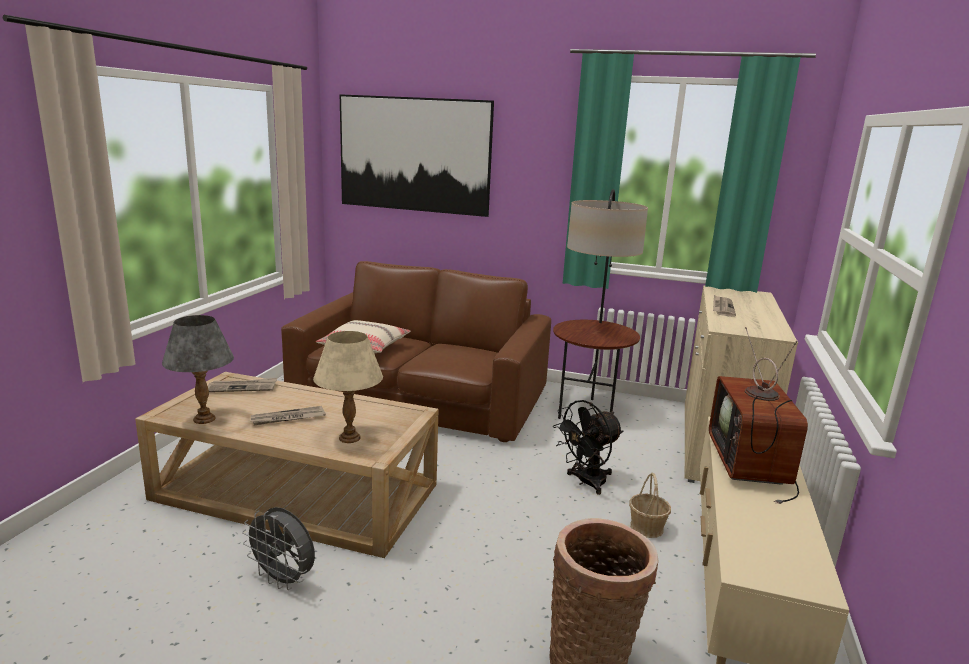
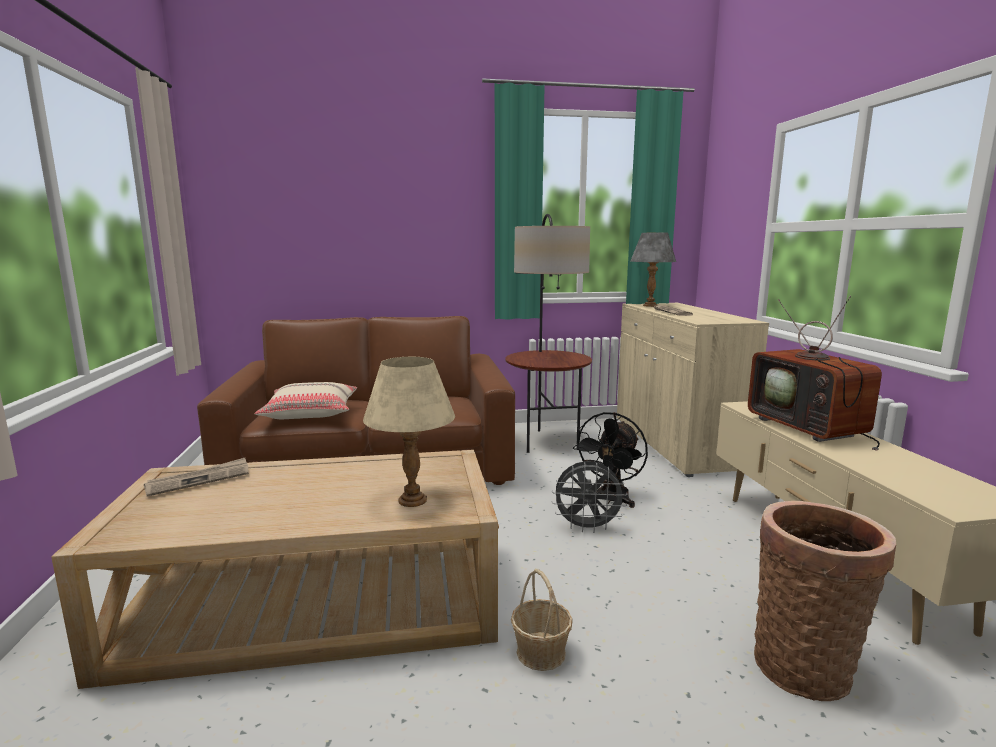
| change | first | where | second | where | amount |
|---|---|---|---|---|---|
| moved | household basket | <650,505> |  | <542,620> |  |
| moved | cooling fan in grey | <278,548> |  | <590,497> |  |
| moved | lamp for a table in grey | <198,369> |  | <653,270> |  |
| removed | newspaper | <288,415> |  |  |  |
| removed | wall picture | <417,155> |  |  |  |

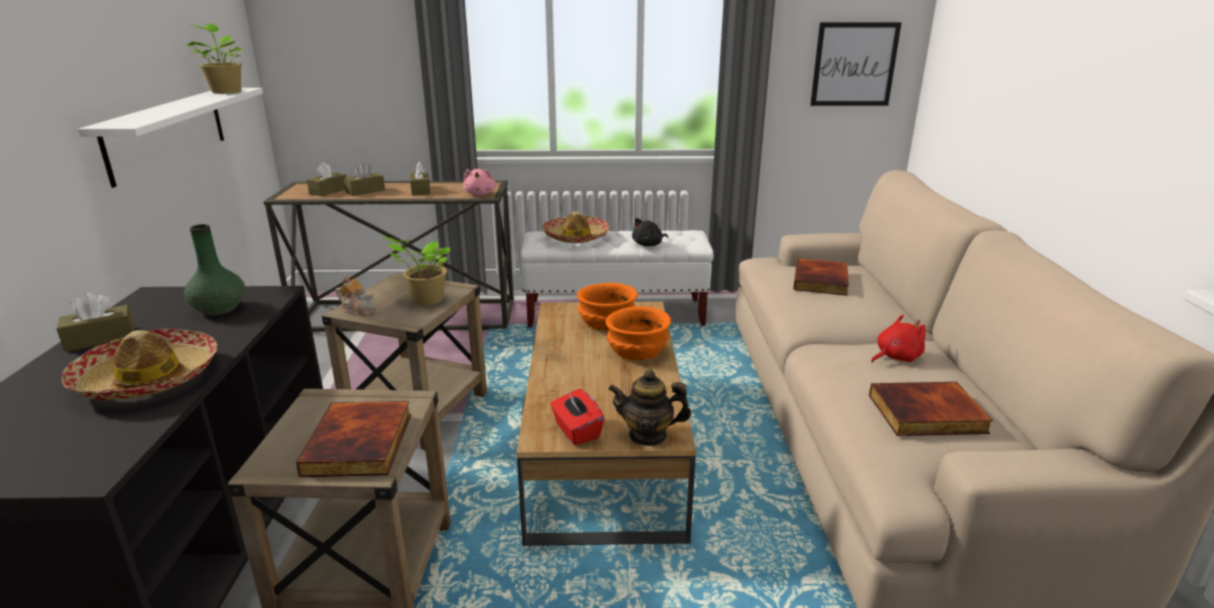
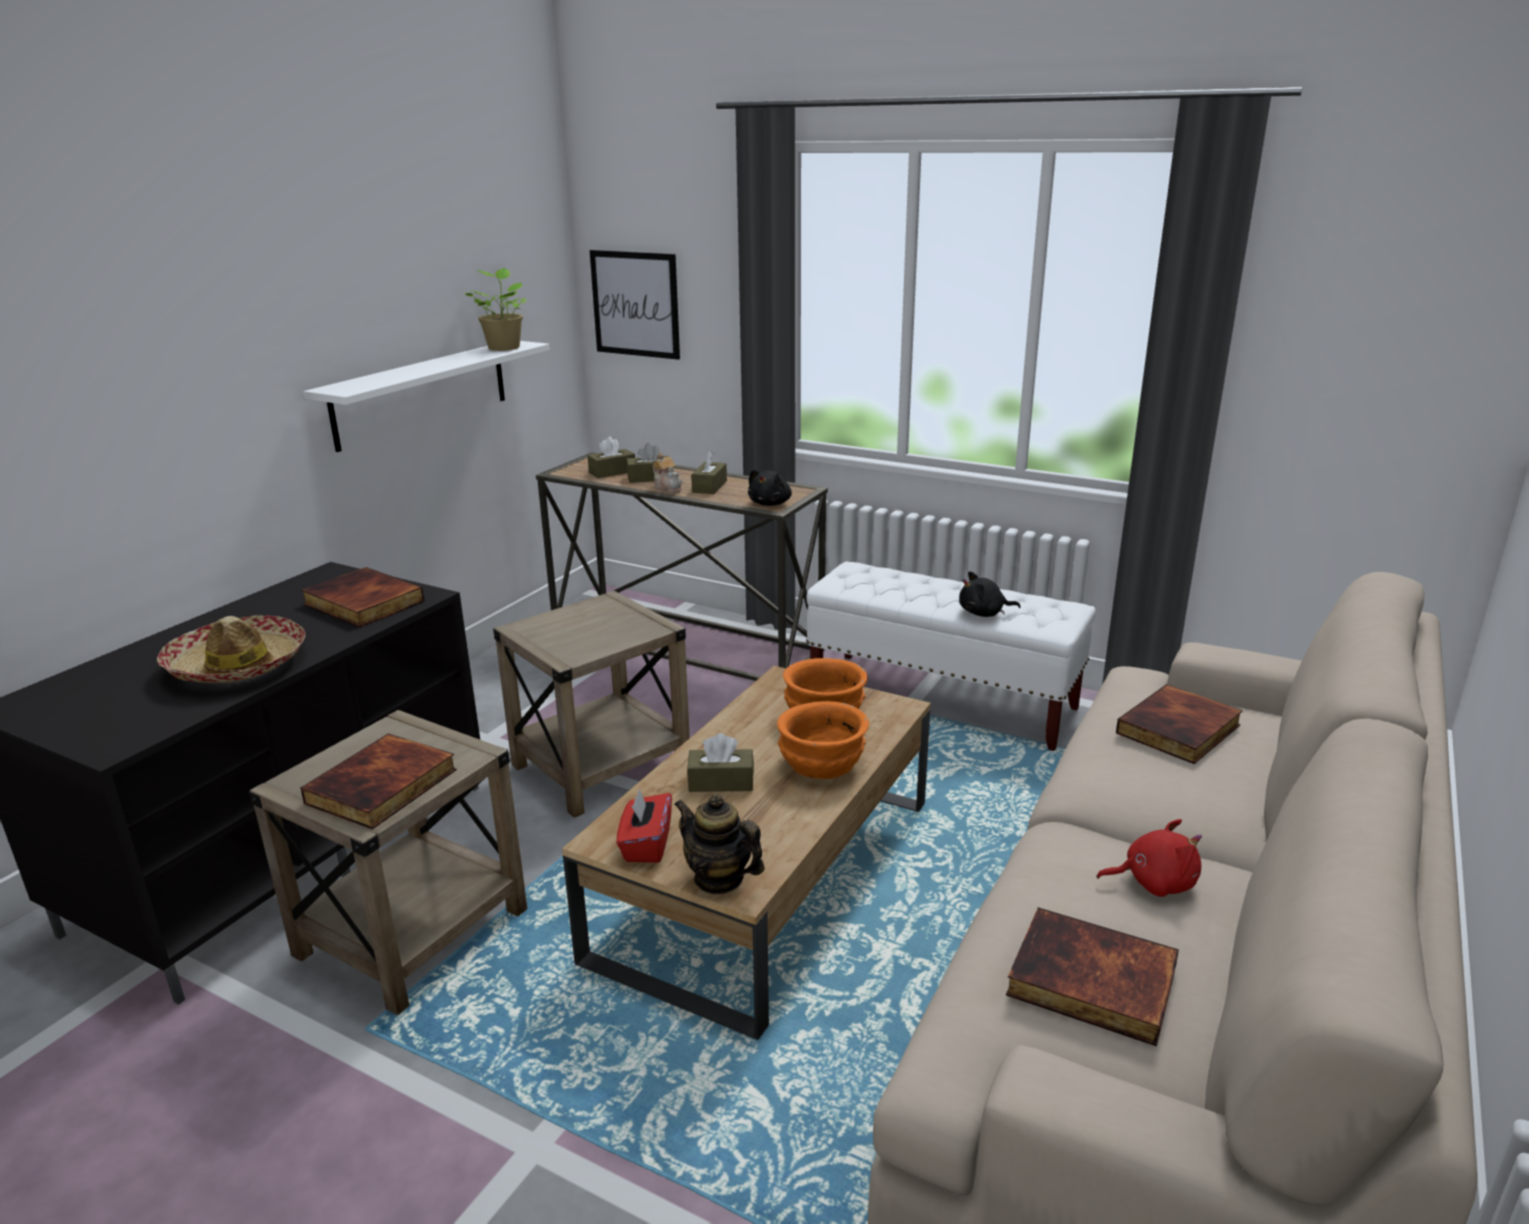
| change | first | where | second | where | amount |
|---|---|---|---|---|---|
| replaced | decorative vase in green | <214,269> | bound book | <363,597> |  |
| moved | wall picture | <856,64> |  | <635,305> |  |
| moved | tea pot | <355,296> |  | <667,473> |  |
| moved | tissue box in brown | <96,322> |  | <720,762> |  |
| recoloured | plush toy in pink | <479,182> | plush toy in black | <770,487> |  |
| removed | houseplant | <416,270> |  |  |  |
| removed | wearable hat | <575,227> |  |  |  |

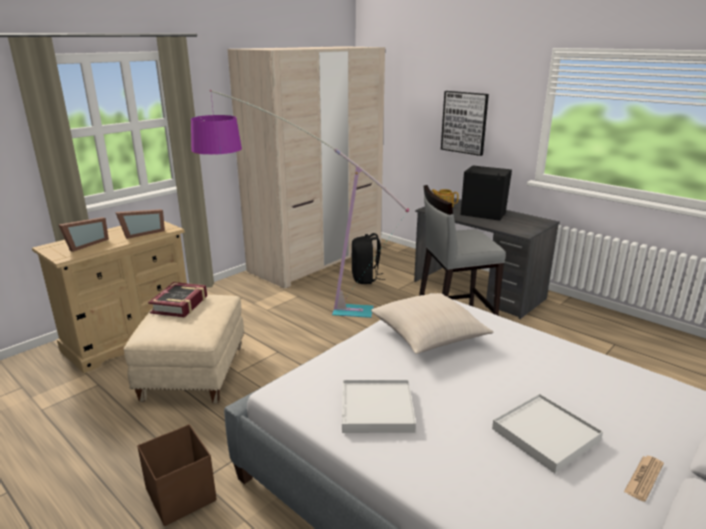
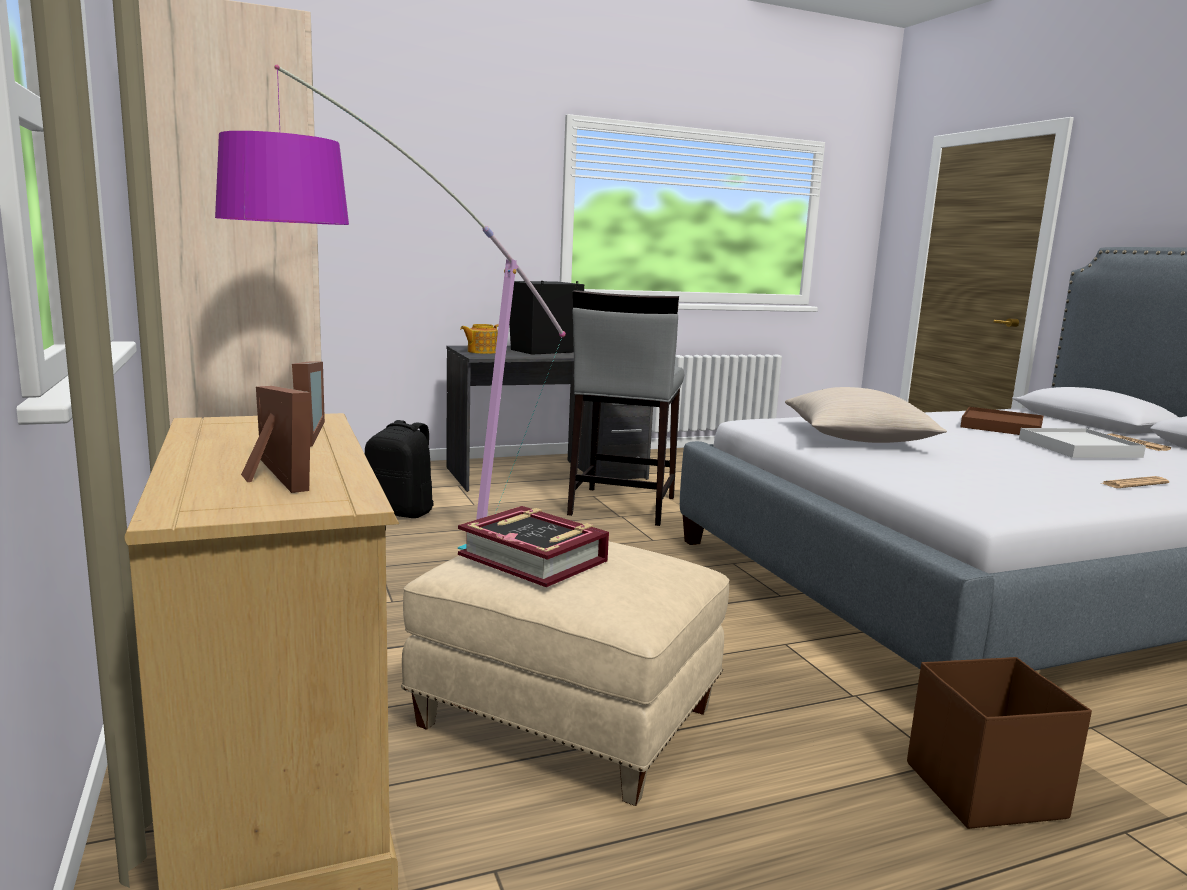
| change | first | where | second | where | amount |
|---|---|---|---|---|---|
| added |  |  | tray in brown | <1002,421> |  |
| added |  |  | newspaper | <1135,482> |  |
| removed | tray in whitish | <379,406> |  |  |  |
| removed | wall picture | <465,123> |  |  |  |

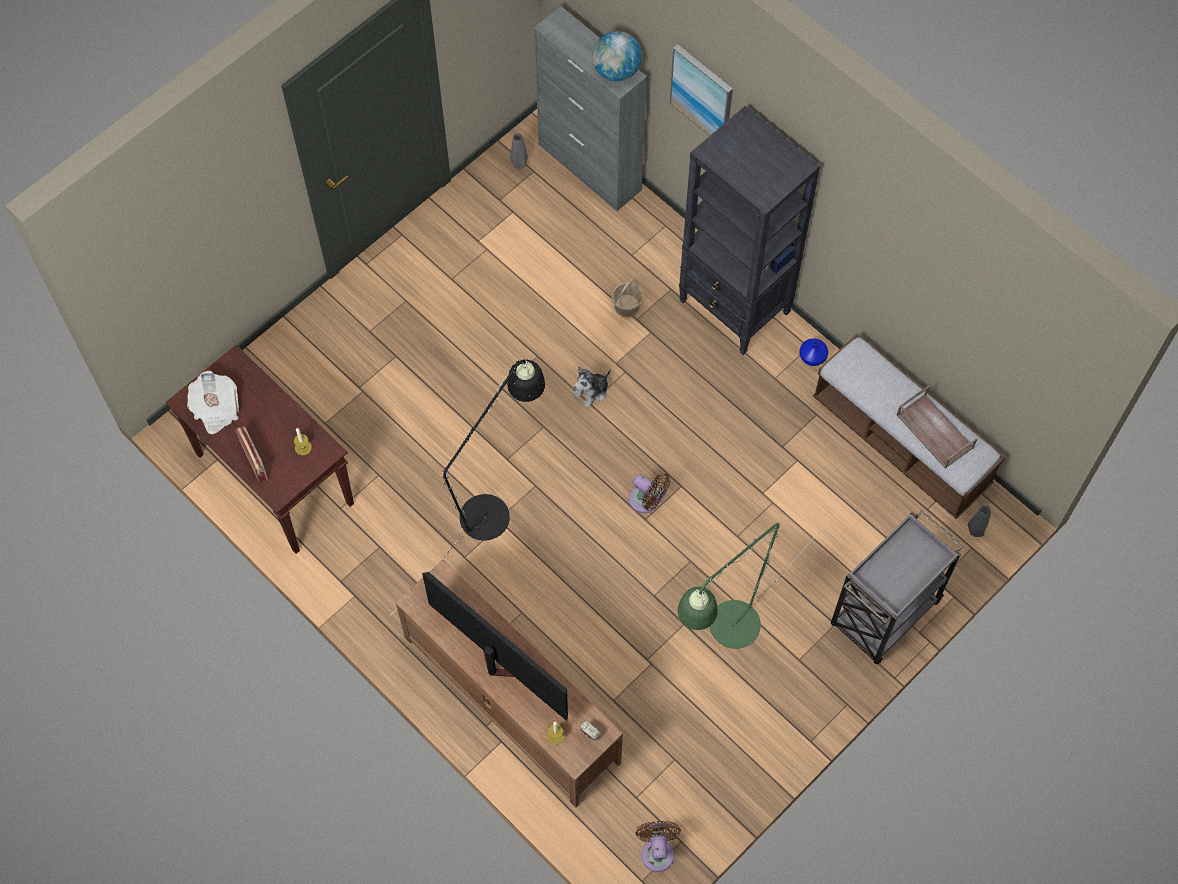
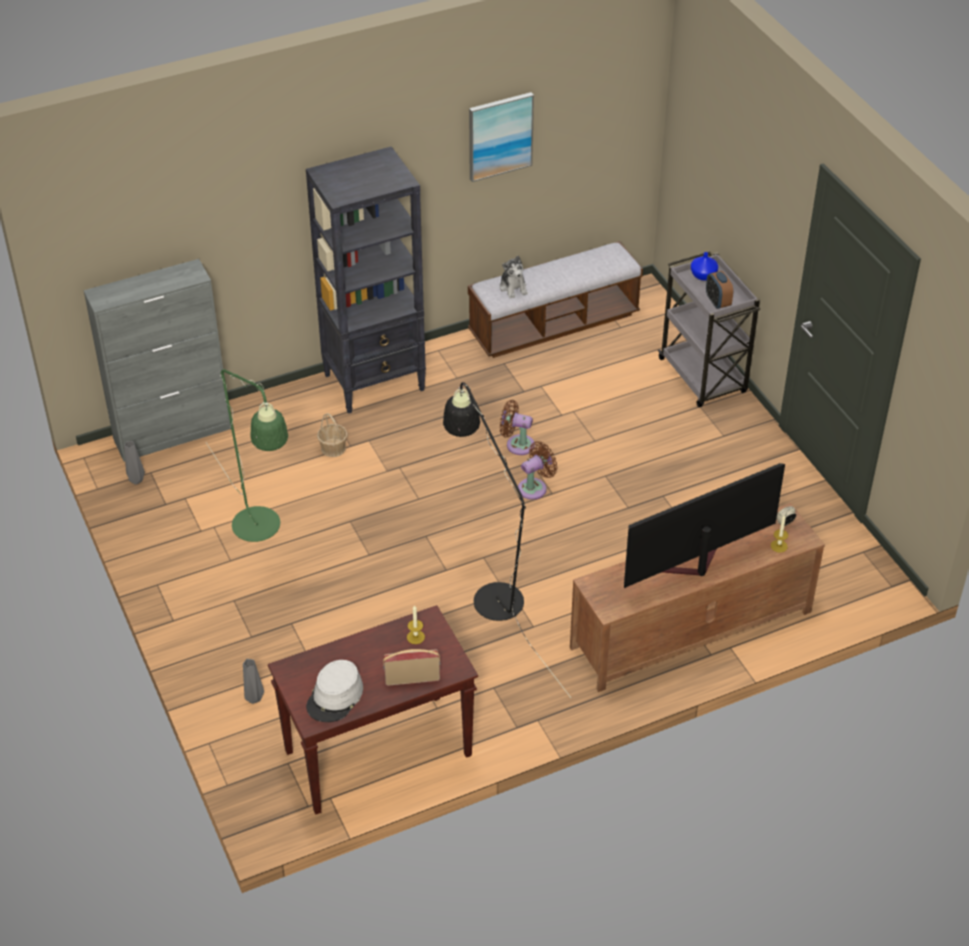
| change | first | where | second | where | amount |
|---|---|---|---|---|---|
| moved | floor lamp in green | <751,585> |  | <247,455> |  |
| moved | decorative vase in grey | <979,521> |  | <253,681> |  |
| replaced | newspaper | <213,402> | wearable hat in grey | <334,691> |  |
| moved | wall picture | <701,90> |  | <501,137> |  |
| moved | plush toy | <592,387> |  | <514,277> |  |
| moved | cooling fan in brown | <658,846> |  | <517,427> |  |
| moved | decorative vase in blue | <814,352> |  | <704,266> |  |
| added |  |  | bedside clock | <719,290> |  |
| removed | world globe | <617,56> |  |  |  |
| removed | tray in brown | <936,427> |  |  |  |

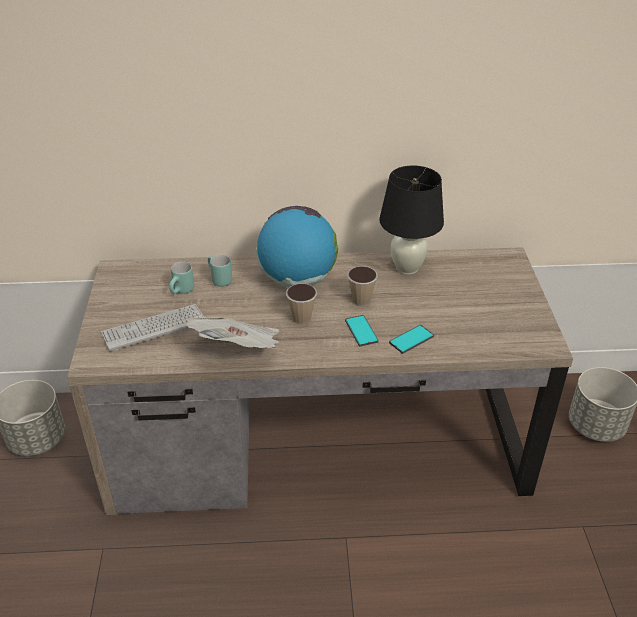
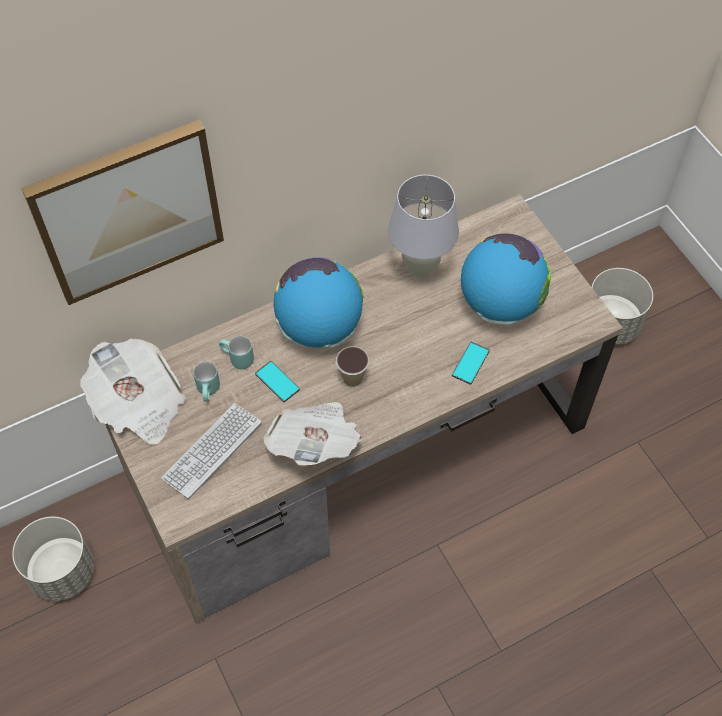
| change | first | where | second | where | amount |
|---|---|---|---|---|---|
| added |  |  | wall picture | <122,212> |  |
| added |  |  | newspaper | <133,392> |  |
| moved | handset | <362,331> |  | <277,381> |  |
| recoloured | lamp for a table in black | <411,220> | lamp for a table in whitish | <423,226> |  |
| added |  |  | world globe | <506,279> |  |
| removed | cup | <362,286> |  |  |  |

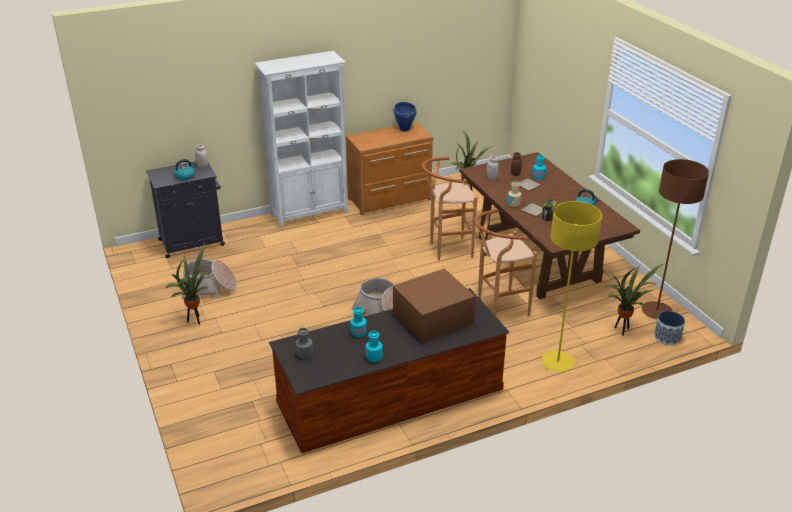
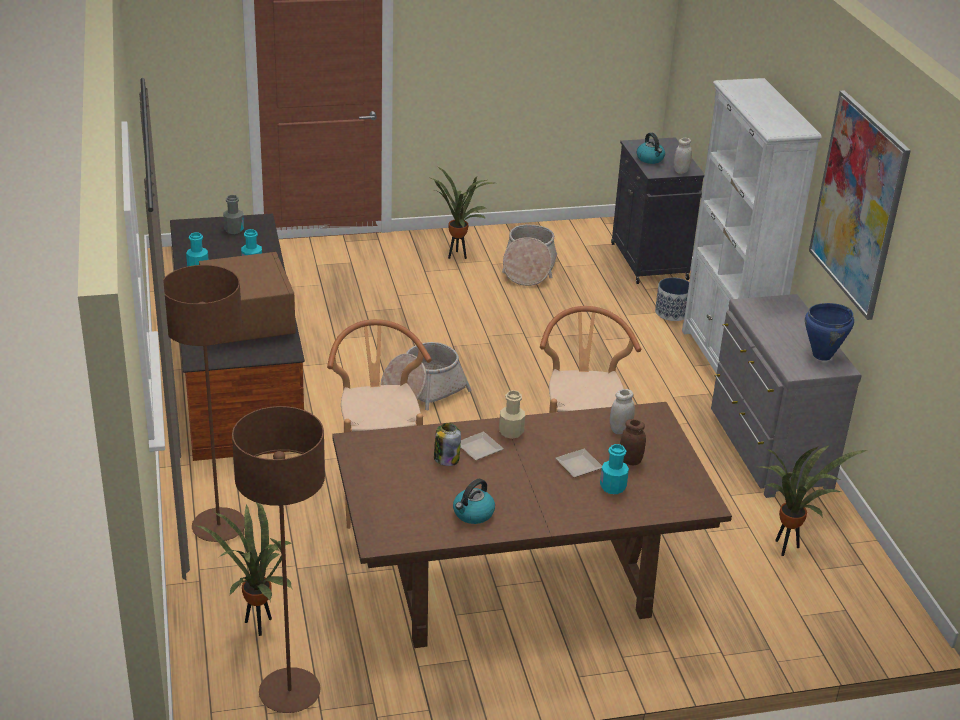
| change | first | where | second | where | amount |
|---|---|---|---|---|---|
| recoloured | floor lamp in yellowish | <572,286> | floor lamp in brown | <204,403> |  |
| moved | plant pot | <669,328> |  | <672,299> |  |
| recoloured | drawer chest in brown | <389,168> | drawer chest in grey | <786,396> |  |
| added |  |  | wall picture | <860,205> |  |

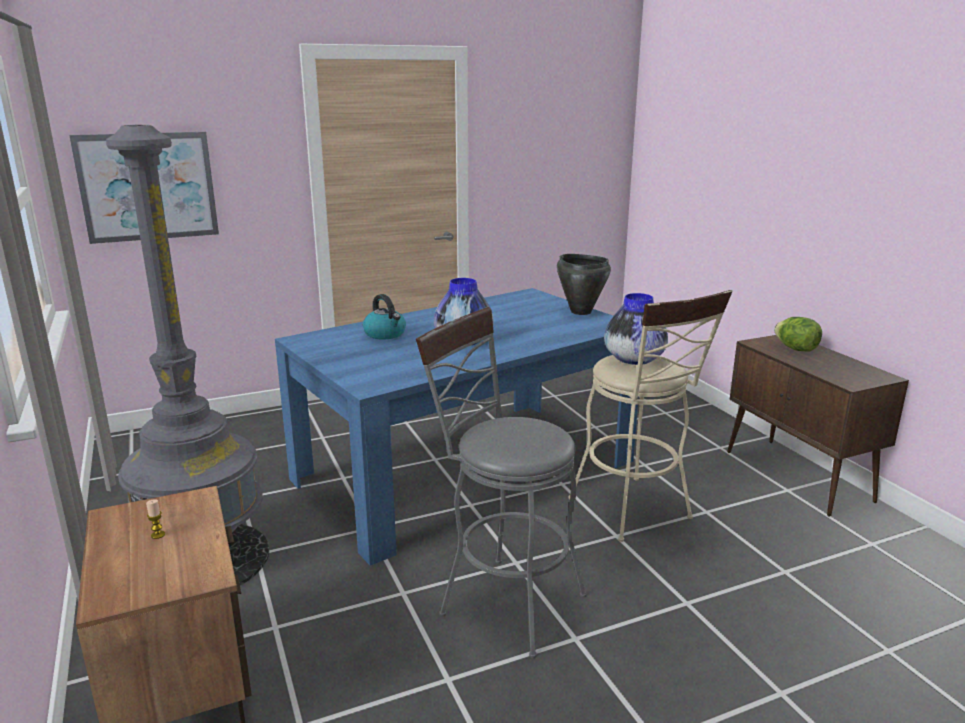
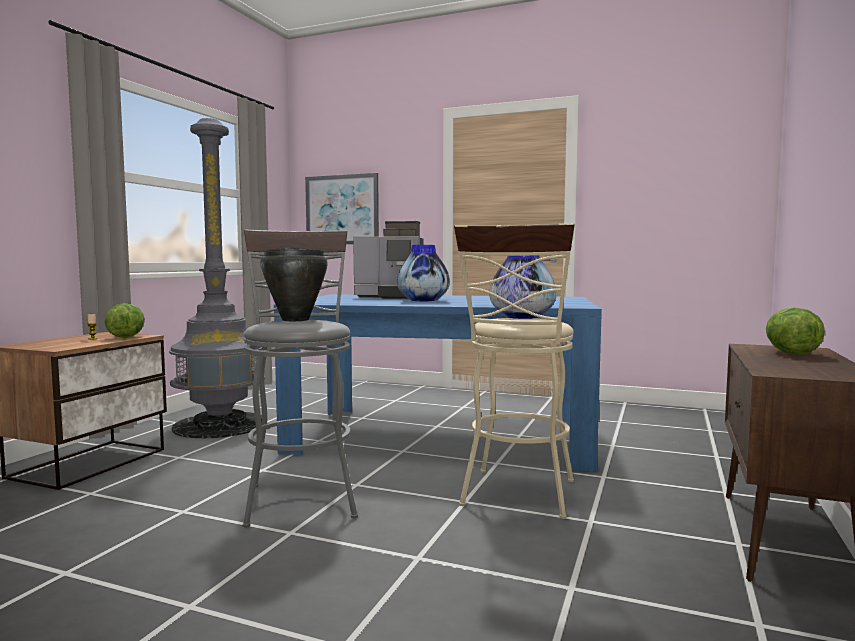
| change | first | where | second | where | amount |
|---|---|---|---|---|---|
| added |  |  | lettuce head | <125,320> |  |
| moved | stockpot in black | <584,284> |  | <293,284> |  |
| replaced | tea kettle | <384,316> | coffee brewer | <388,260> |  |

